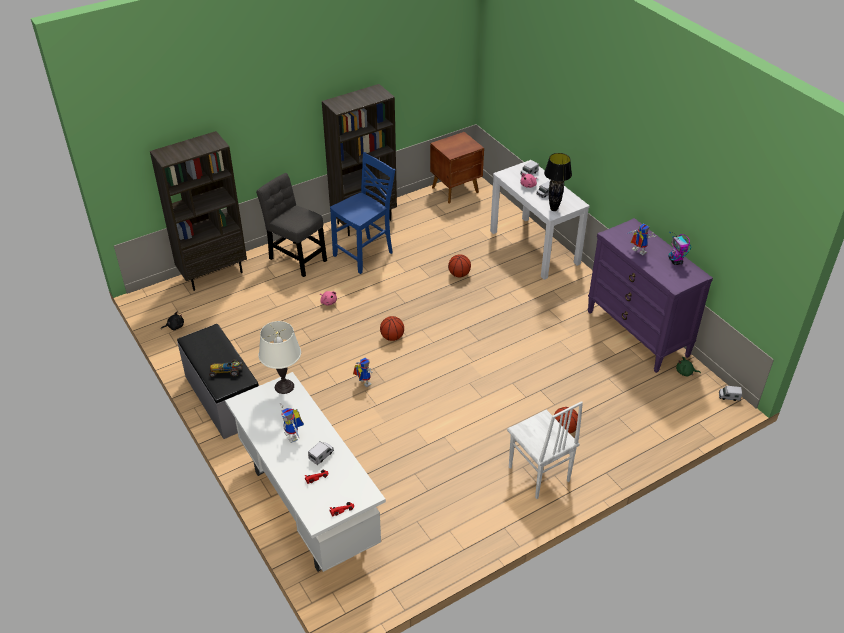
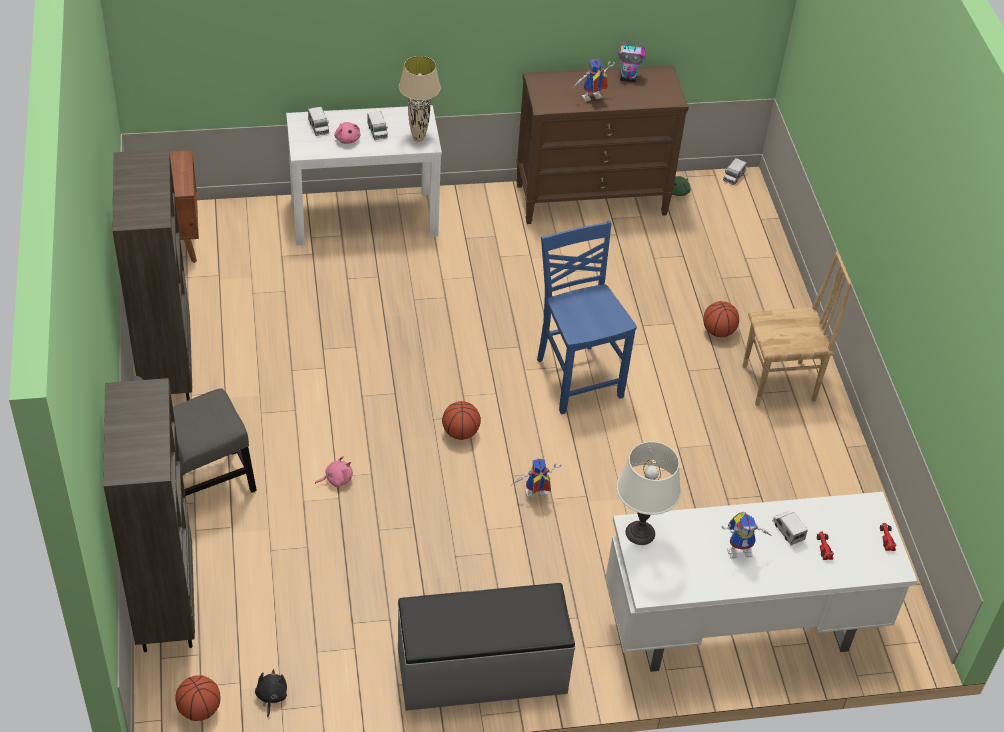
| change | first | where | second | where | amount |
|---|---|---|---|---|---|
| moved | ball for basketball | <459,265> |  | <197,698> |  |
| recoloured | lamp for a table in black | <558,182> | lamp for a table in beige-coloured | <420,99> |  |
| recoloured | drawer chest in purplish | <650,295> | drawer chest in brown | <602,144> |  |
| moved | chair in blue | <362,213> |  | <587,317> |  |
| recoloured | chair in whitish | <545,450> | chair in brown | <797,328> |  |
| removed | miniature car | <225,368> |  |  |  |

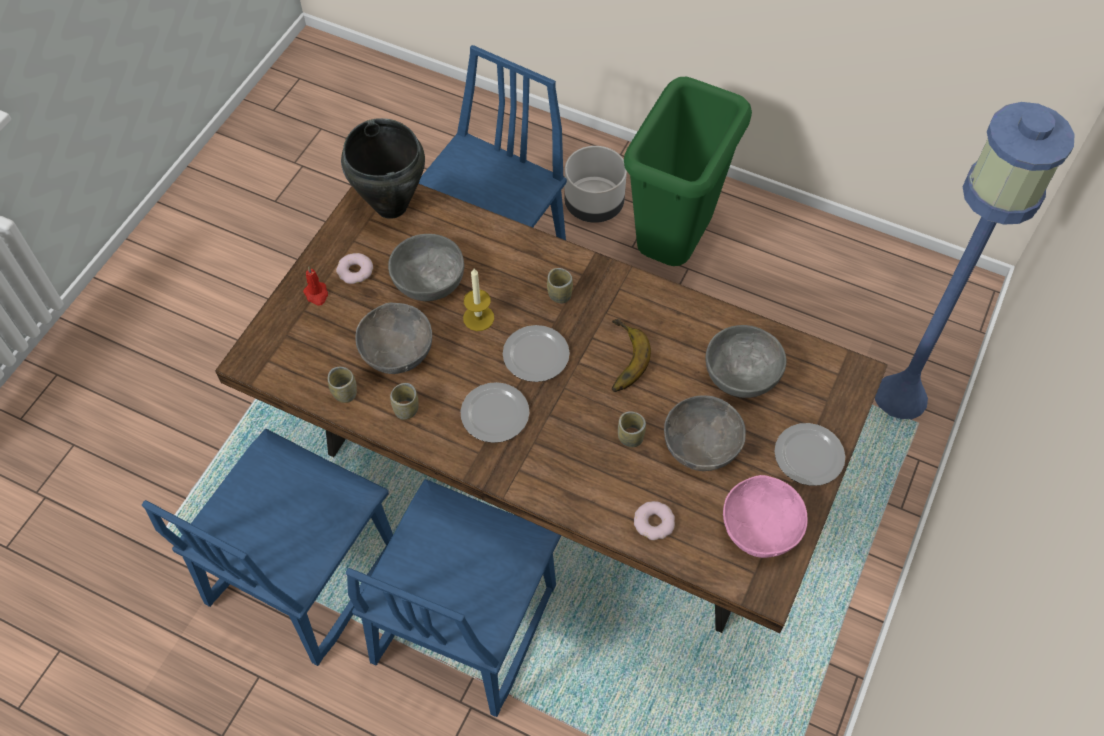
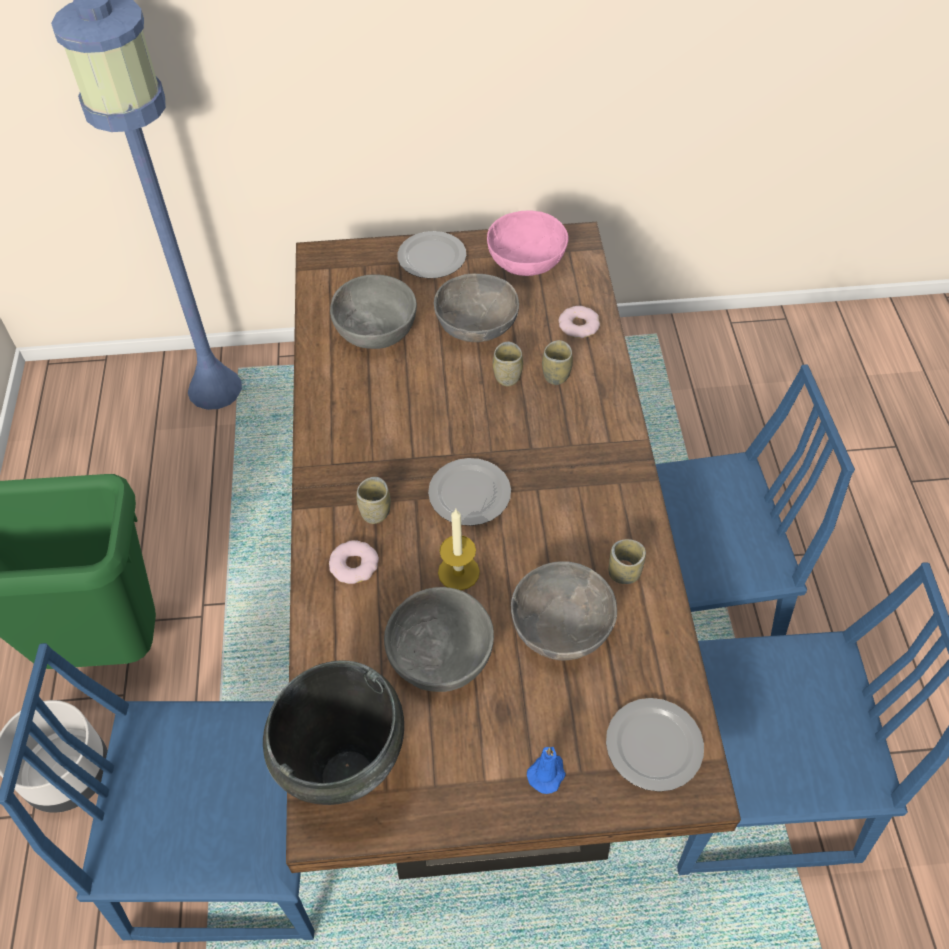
| change | first | where | second | where | amount |
|---|---|---|---|---|---|
| moved | ring doughnut | <354,268> |  | <354,562> |  |
| recoloured | wax candle in red-coloured | <315,286> | wax candle in blue | <546,770> |  |
| moved | cup | <342,385> |  | <557,362> |  |
| moved | flat dish | <494,412> |  | <655,745> |  |
| removed | banana | <631,355> |  |  |  |

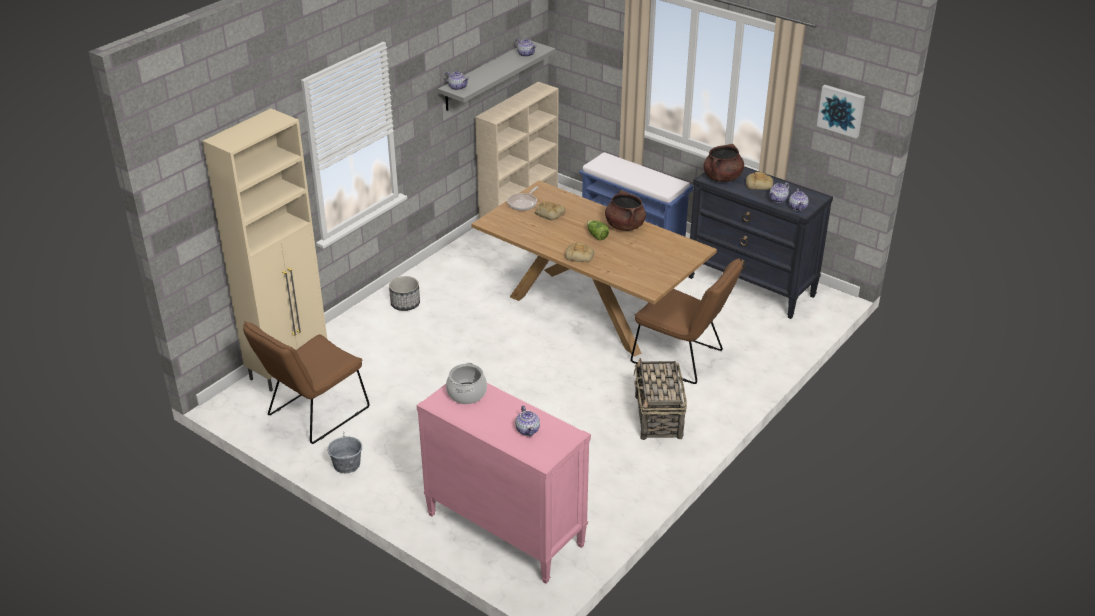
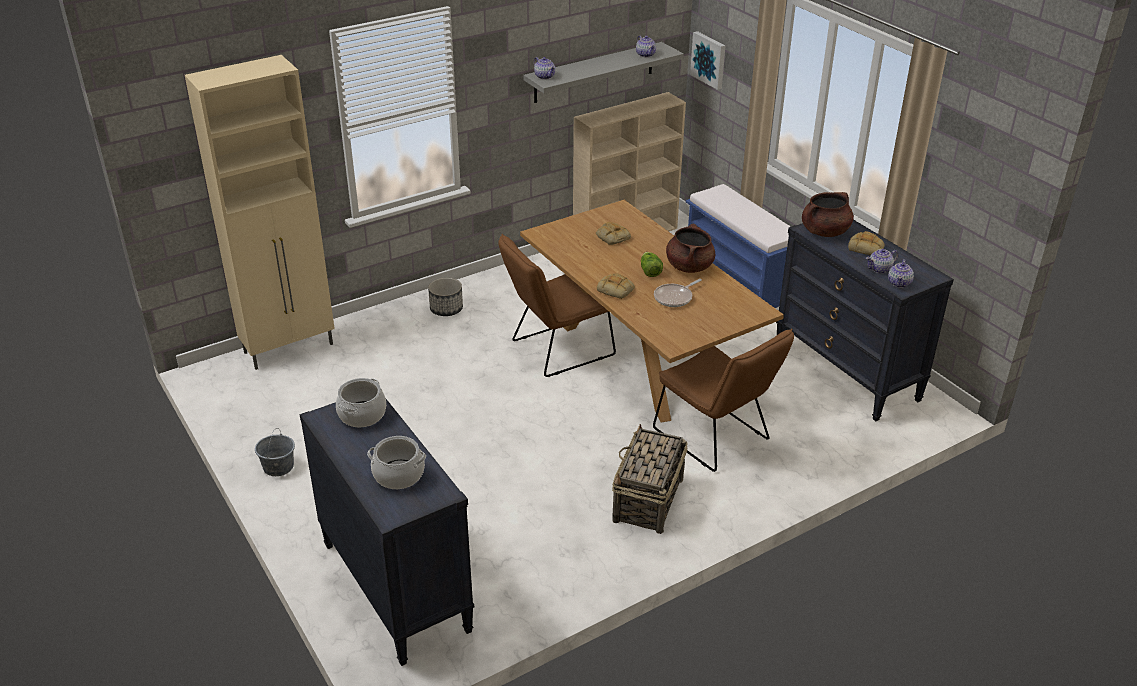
| change | first | where | second | where | amount |
|---|---|---|---|---|---|
| recoloured | drawer chest in pink | <504,483> | drawer chest in black | <387,532> |  |
| replaced | tea pot | <527,421> | stockpot | <396,462> |  |
| moved | chair in brown | <306,382> |  | <557,305> |  |
| moved | skillet | <522,198> |  | <678,293> |  |
| moved | wall picture | <841,111> |  | <708,60> |  |

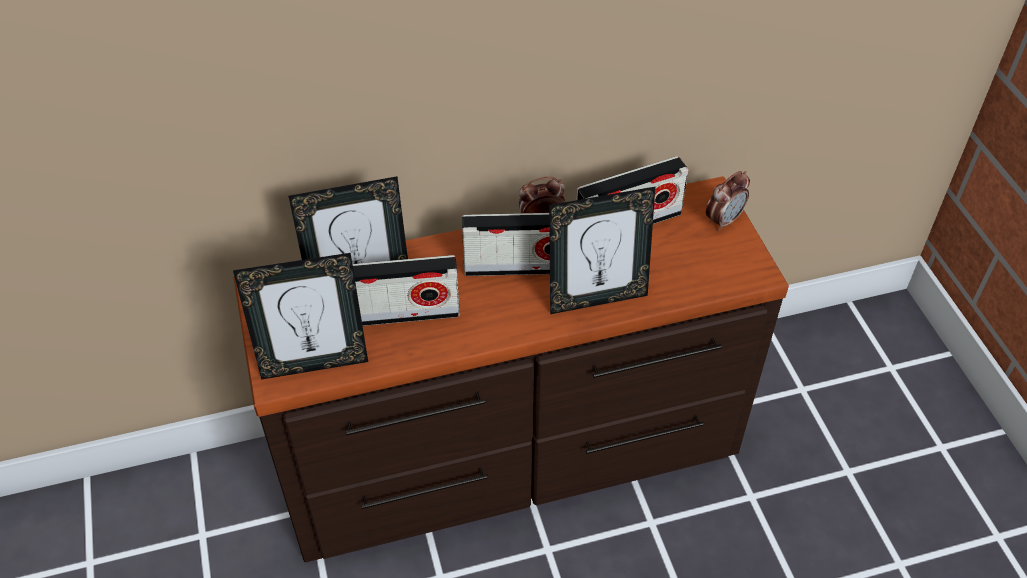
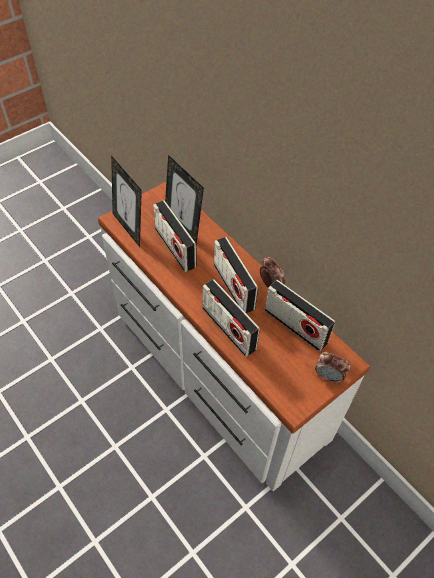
| change | first | where | second | where | amount |
|---|---|---|---|---|---|
| recoloured | drawer chest in brown | <511,369> | drawer chest in whitish | <234,336> |  |
| replaced | photo frame | <602,250> | radio receiver | <231,318> |  |

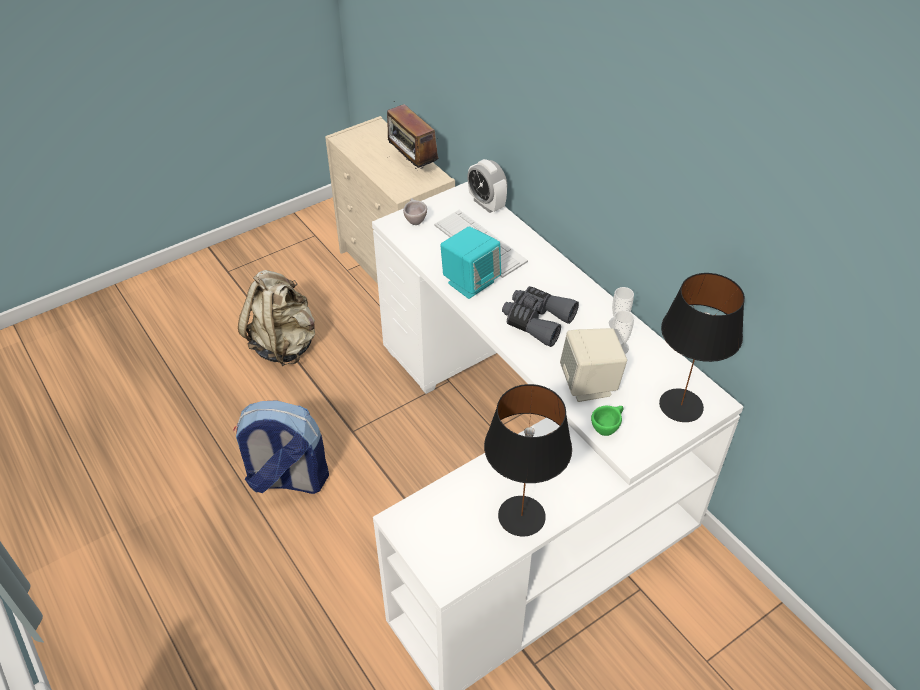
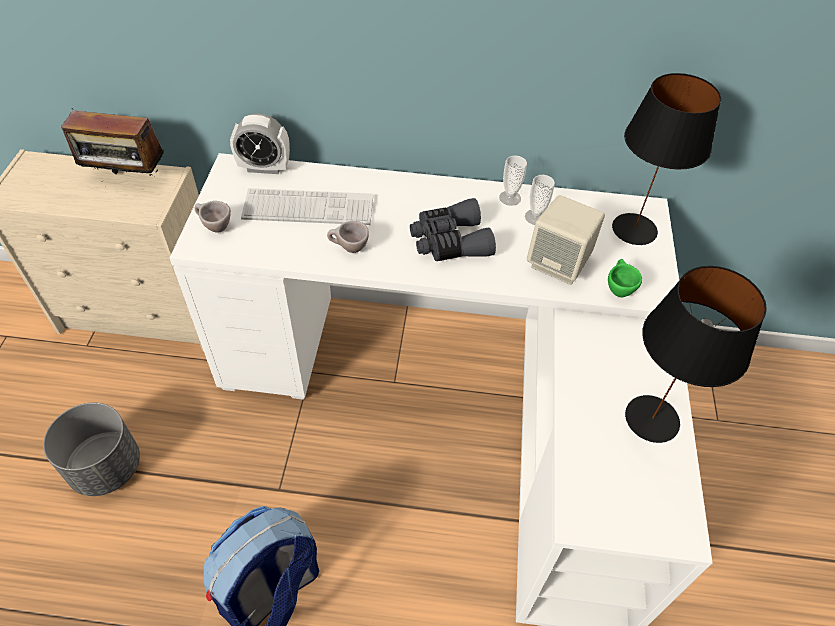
| change | first | where | second | where | amount |
|---|---|---|---|---|---|
| replaced | knapsack in beige-coloured | <276,318> | plant pot in grey | <91,449> |  |
| replaced | audio speaker in turquoise | <470,263> | cup in beige-coloured | <348,237> |  |

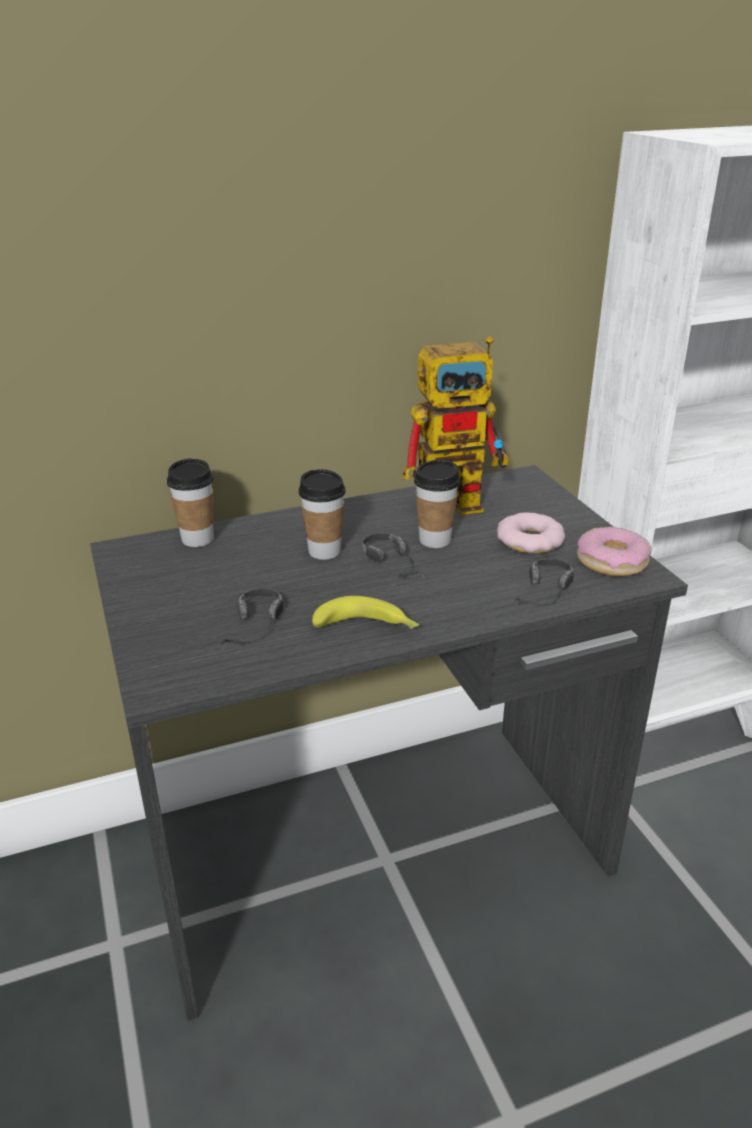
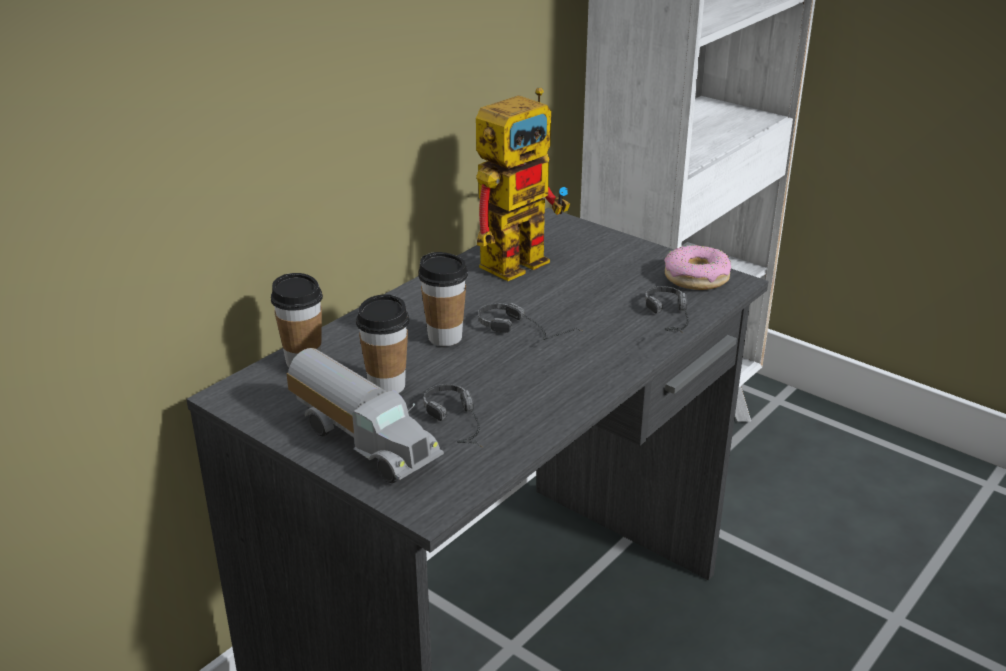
| change | first | where | second | where | amount |
|---|---|---|---|---|---|
| added |  |  | model truck | <365,415> |  |
| moved | cup | <437,504> |  | <382,343> |  |
| removed | banana | <365,612> |  |  |  |
| removed | ring doughnut | <531,532> |  |  |  |

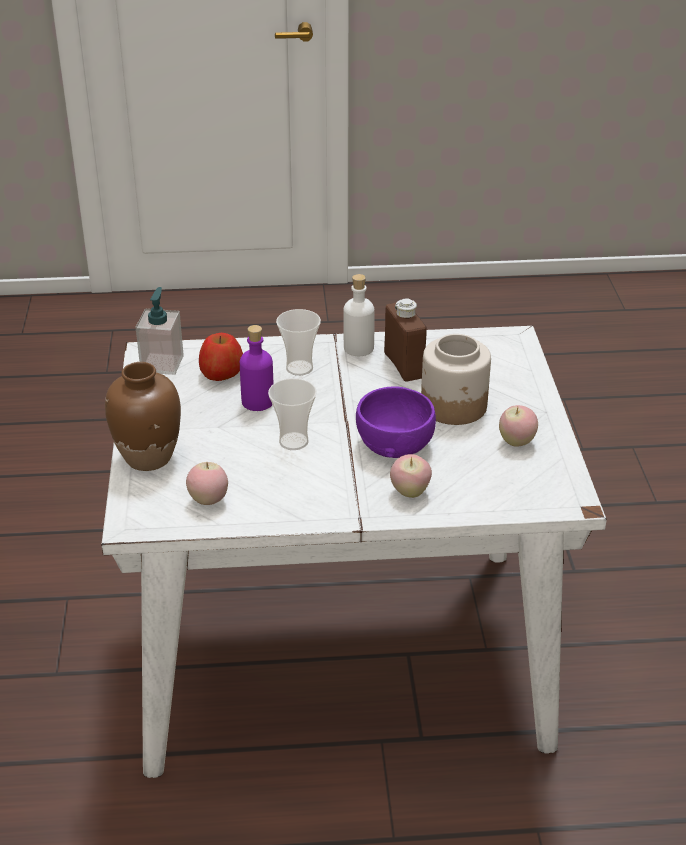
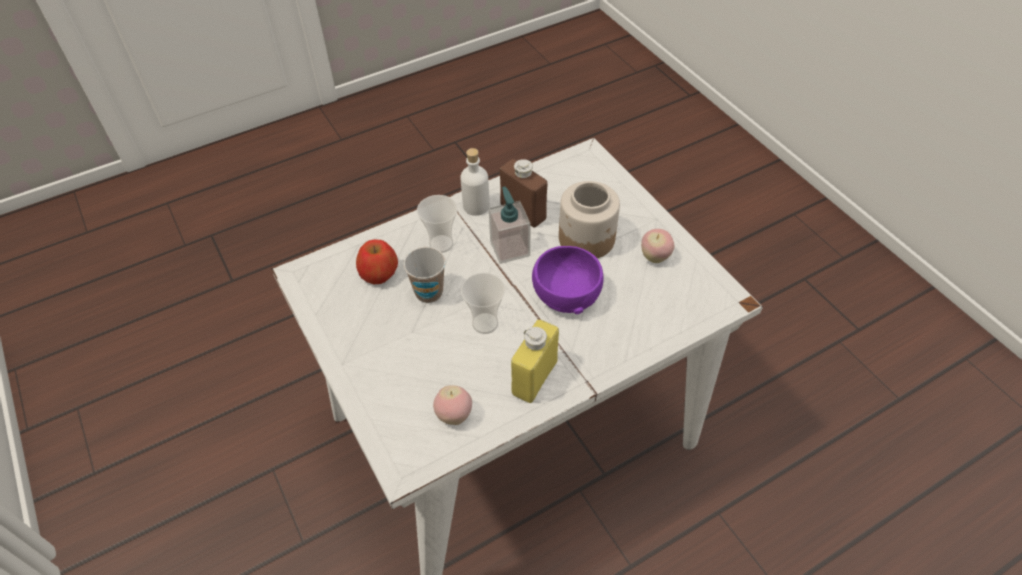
| change | first | where | second | where | amount |
|---|---|---|---|---|---|
| replaced | bottle in purplish | <256,368> | cup | <425,275> |  |
| moved | soap dispenser | <160,331> |  | <510,225> |  |
| added |  |  | bottle in yellowish | <535,361> |  |
| removed | decorative vase in brown | <143,416> |  |  |  |
| removed | whole apple | <411,476> |  |  |  |

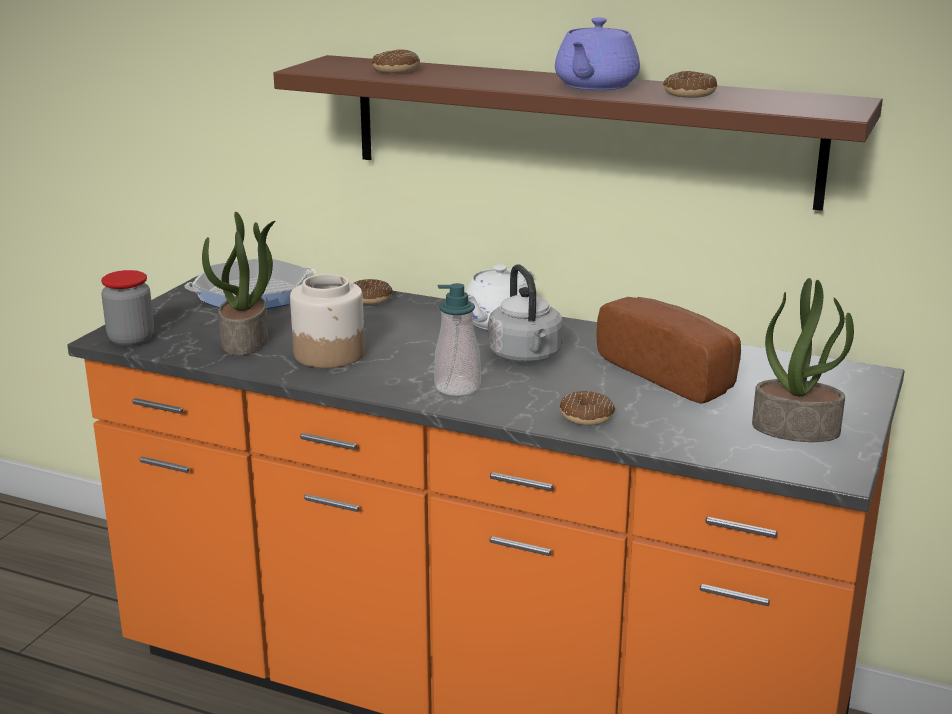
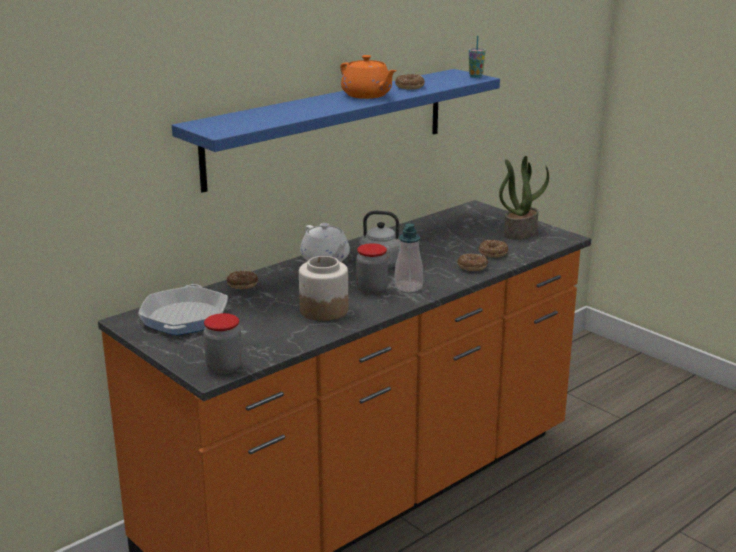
| change | first | where | second | where | amount |
|---|---|---|---|---|---|
| recoloured | shelf in brown | <578,133> | shelf in blue | <336,131> |  |
| recoloured | tea pot in purplish | <597,53> | tea pot in orange-coloured | <368,77> |  |
| added |  |  | jar | <372,269> |  |
| added |  |  | cup | <477,57> |  |
| moved | ring doughnut | <396,61> |  | <493,249> |  |
| removed | houseplant | <238,283> |  |  |  |
| removed | baked bread | <668,350> |  |  |  |

